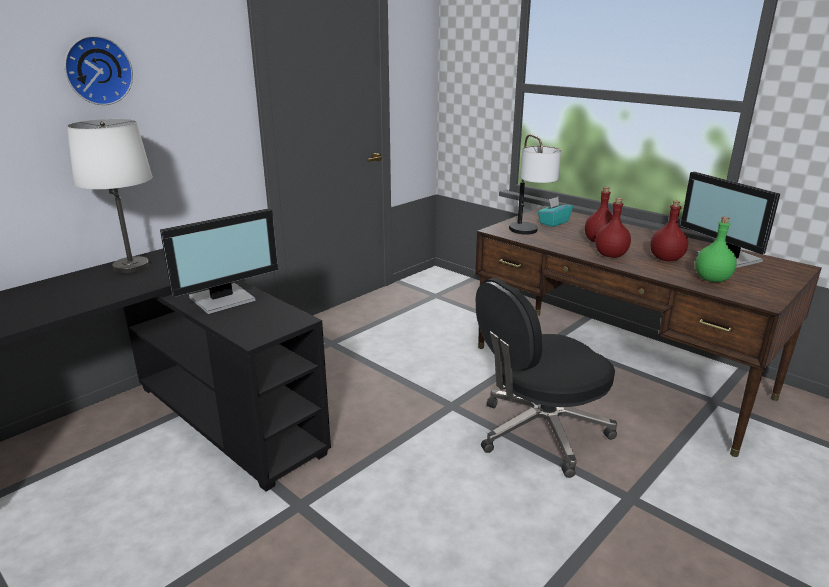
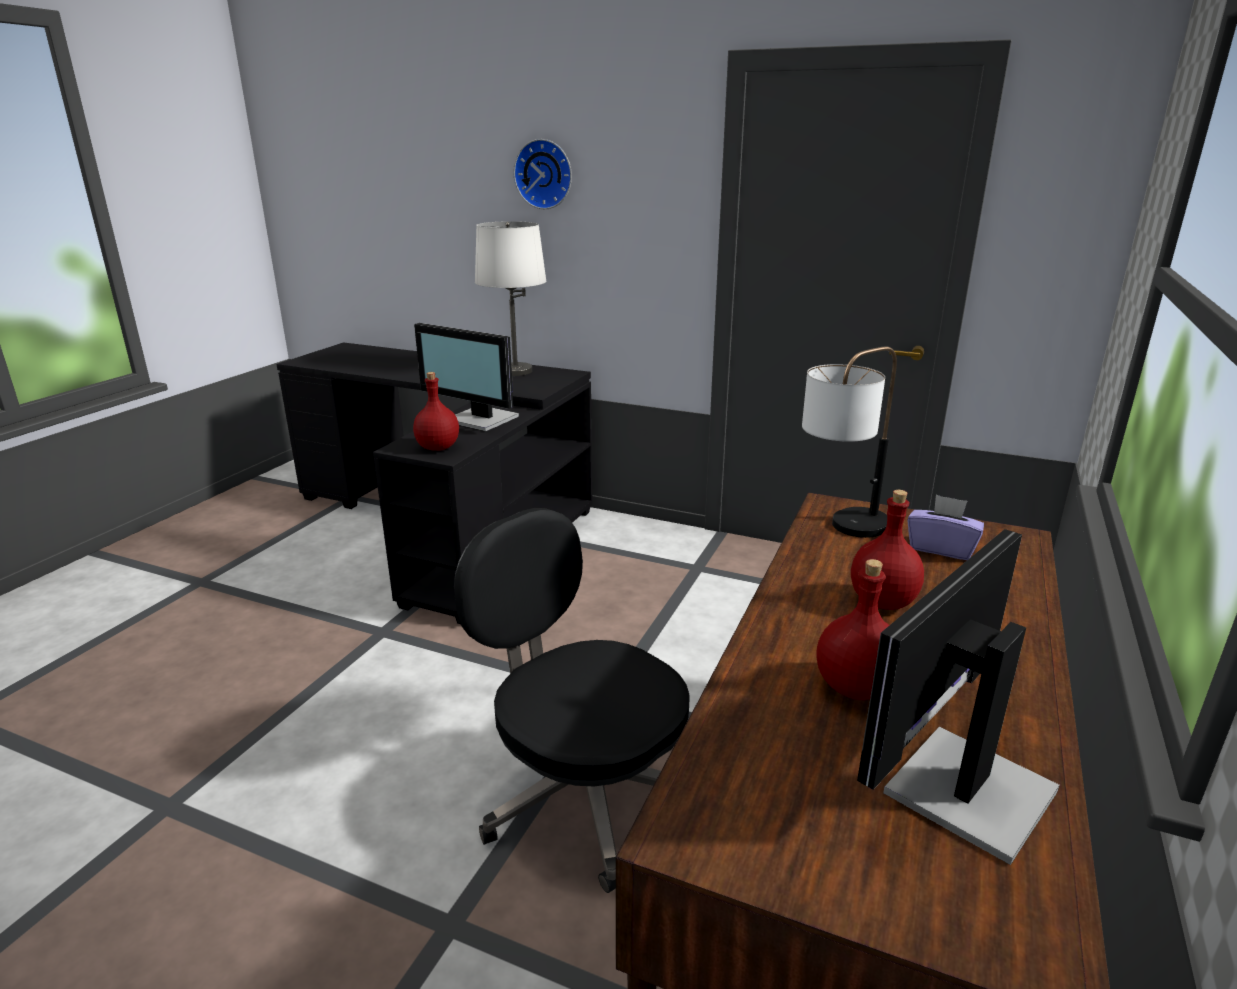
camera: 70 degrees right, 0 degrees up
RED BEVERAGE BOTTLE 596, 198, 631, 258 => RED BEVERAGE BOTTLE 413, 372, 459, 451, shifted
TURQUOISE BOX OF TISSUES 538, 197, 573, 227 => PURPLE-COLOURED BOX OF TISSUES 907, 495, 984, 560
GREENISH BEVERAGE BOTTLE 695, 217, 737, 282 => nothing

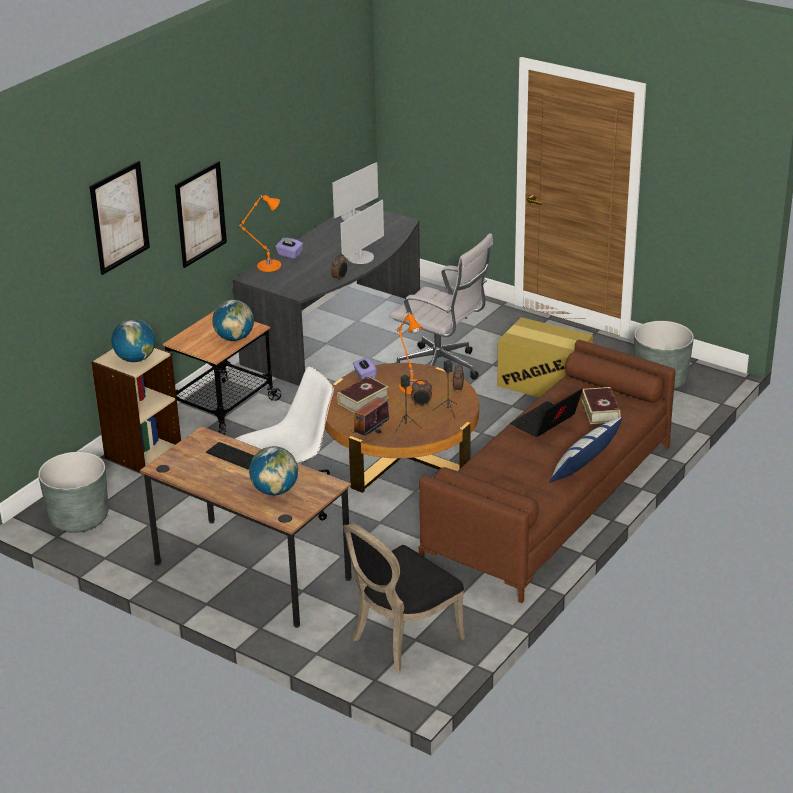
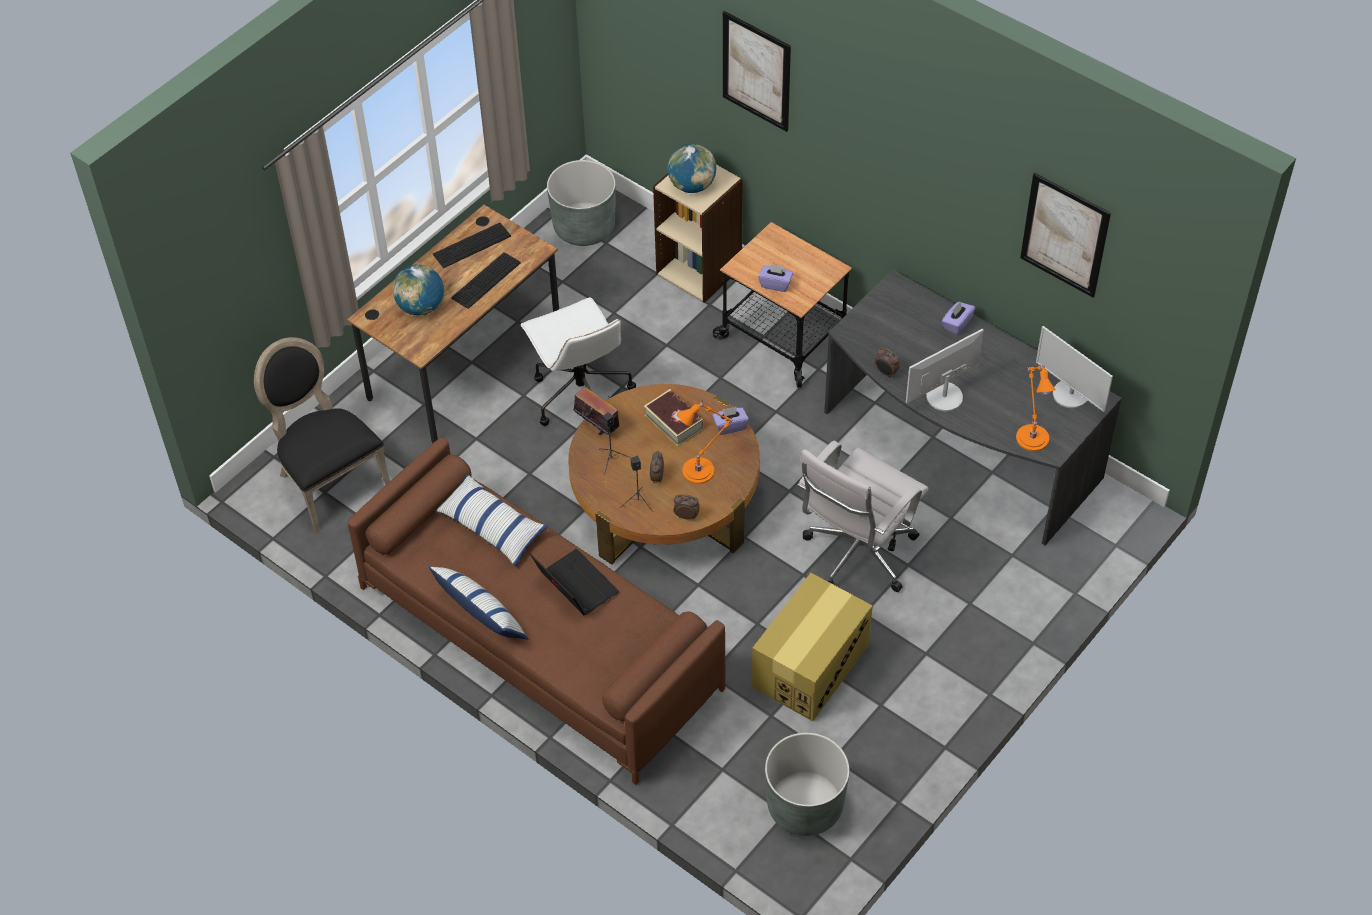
camera: 95 degrees right, 20 degrees up
nothing => COMPUTER KEYBOARD 433, 223, 511, 268
nothing => CUSHION 435, 473, 549, 566
DESK GLOBE 212, 300, 254, 341 => PURPLE-COLOURED BOX OF TISSUES 758, 264, 793, 292
MONITOR 340, 200, 384, 264 => MONITOR 906, 329, 984, 411, 105 degrees clockwise
ORANGEY TABLE LAMP 239, 195, 281, 272 => ORANGEY TABLE LAMP 1016, 364, 1055, 451, shifted
WALL ART 175, 161, 227, 268 => WALL ART 1020, 173, 1111, 297, shifted
BOUND BOOK 581, 387, 620, 424 => nothing

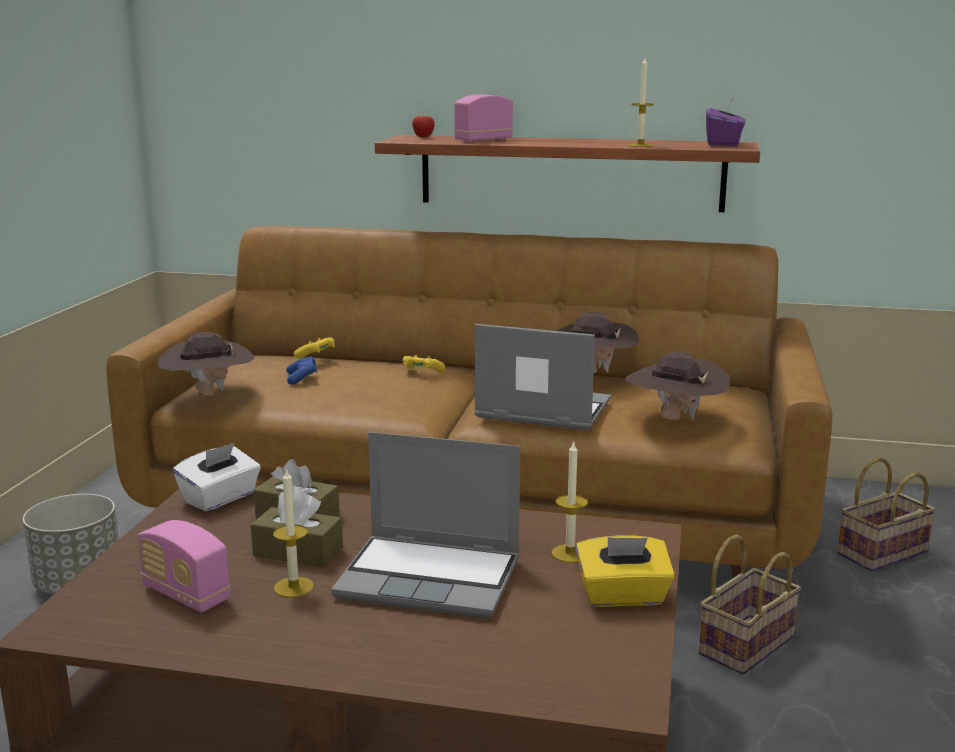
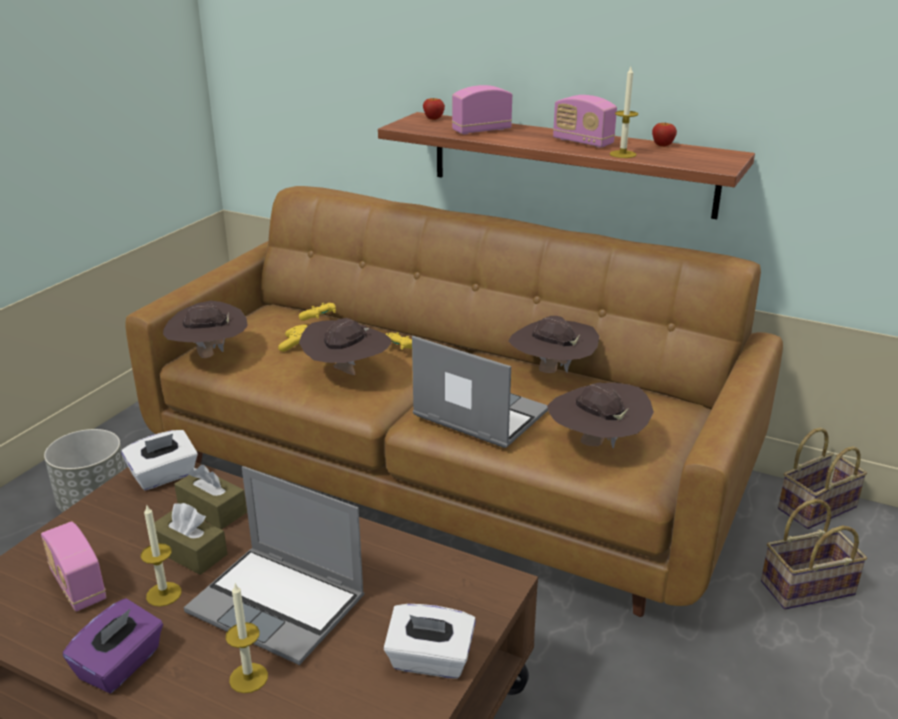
camera: 15 degrees right, 10 degrees up
PURPLE-COLOURED BOX OF TISSUES 706, 97, 745, 146 => PURPLE-COLOURED BOX OF TISSUES 63, 598, 163, 693, shifted
CANDLE 552, 441, 588, 563 => CANDLE 225, 583, 268, 693, shifted
BLUE-COLOURED JOYPAD 287, 357, 317, 385 => YELLOW-COLOURED JOYPAD 278, 325, 308, 352
nothing => BROWN WEARABLE HAT 299, 318, 392, 375
YELLOW-COLOURED BOX OF TISSUES 575, 535, 675, 607 => WHITE BOX OF TISSUES 384, 604, 476, 679
nothing => RADIO SET 553, 95, 617, 148
nothing => APPLE FRUIT 652, 123, 677, 147
STORAGE BASKET 698, 535, 801, 675 => STORAGE BASKET 778, 428, 867, 529, shifted

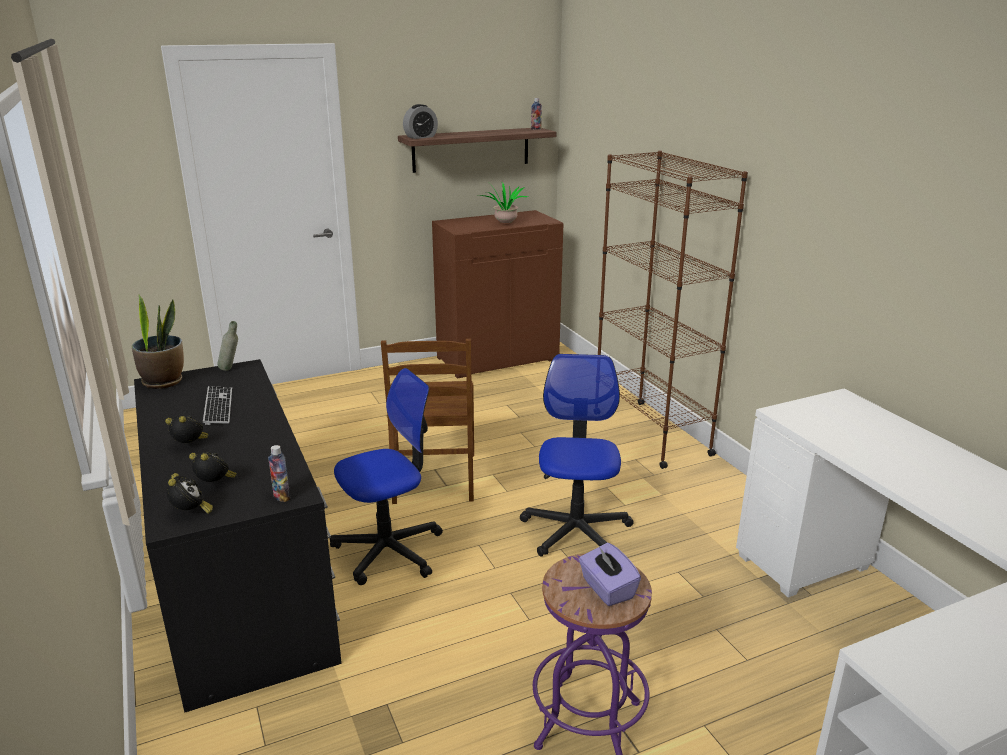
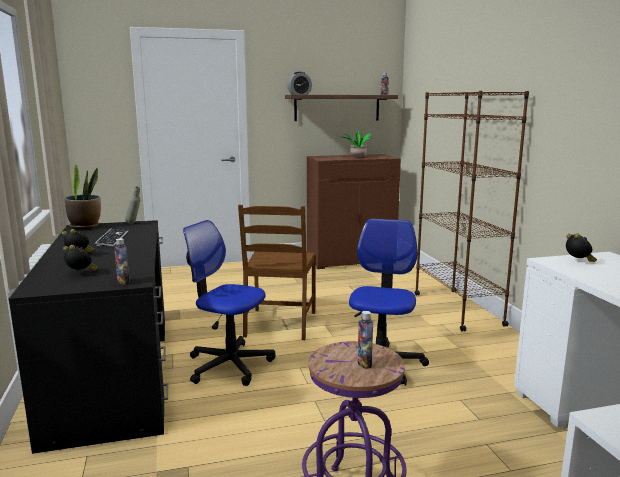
camera: 10 degrees right, 10 degrees down
DESK CHAIR 330, 368, 443, 585 => DESK CHAIR 183, 220, 275, 386, 135 degrees counterclockwise
PURPLE-COLOURED BOX OF TISSUES 579, 542, 641, 606 => BEVERAGE BOTTLE 358, 311, 373, 369
TABLE CLOCK 167, 473, 213, 514 => TABLE CLOCK 566, 233, 597, 262, shifted

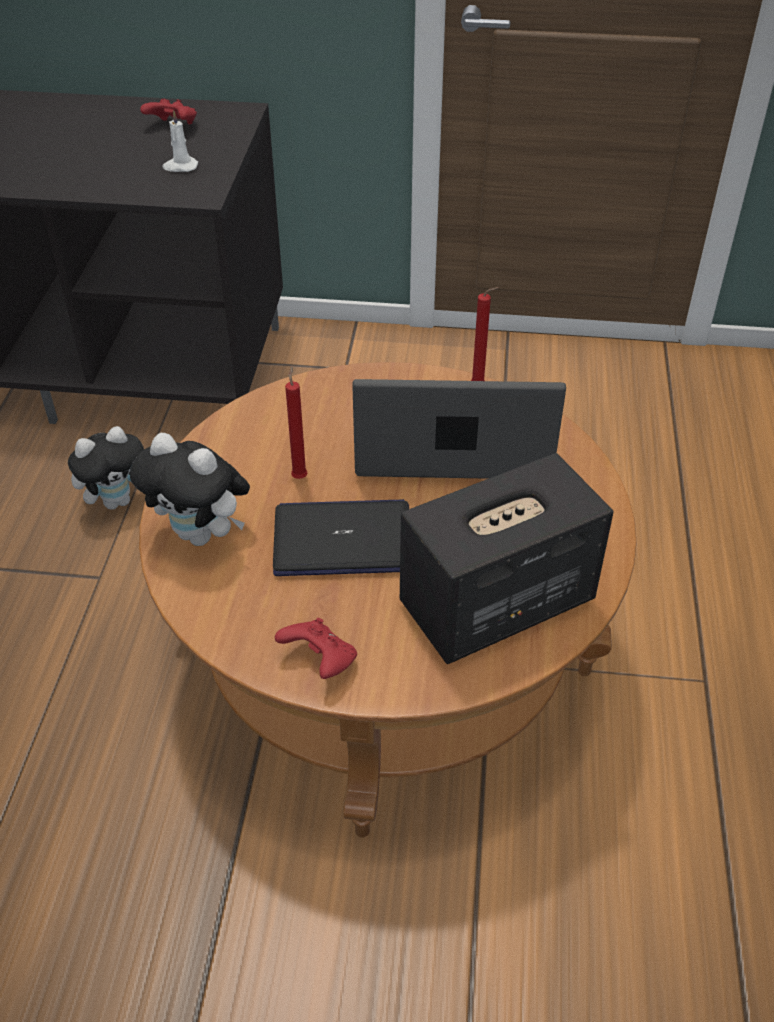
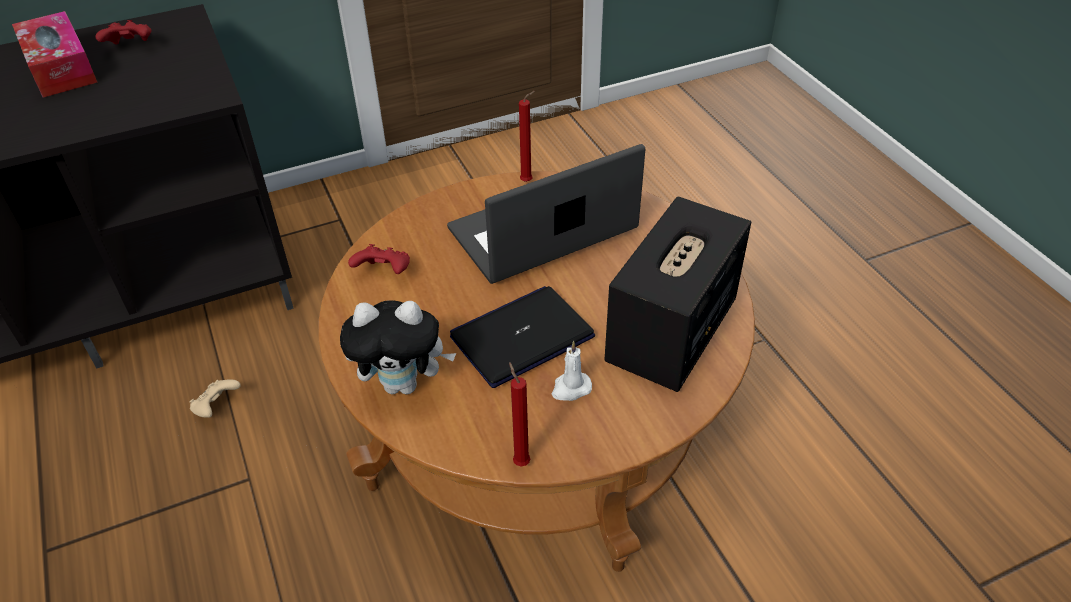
camera: 30 degrees left, 0 degrees up
nothing => BOX OF TISSUES 12, 11, 98, 97
SOFT TOY 68, 426, 144, 510 => BEIGE-COLOURED JOYPAD 190, 379, 241, 418
RED JOYPAD 275, 618, 357, 679 => RED JOYPAD 348, 244, 410, 274, shifted
RED CANDLE 285, 365, 308, 479 => RED CANDLE 509, 362, 531, 466, shifted
WHITE CANDLE 162, 111, 198, 172 => WHITE CANDLE 552, 341, 592, 401, shifted

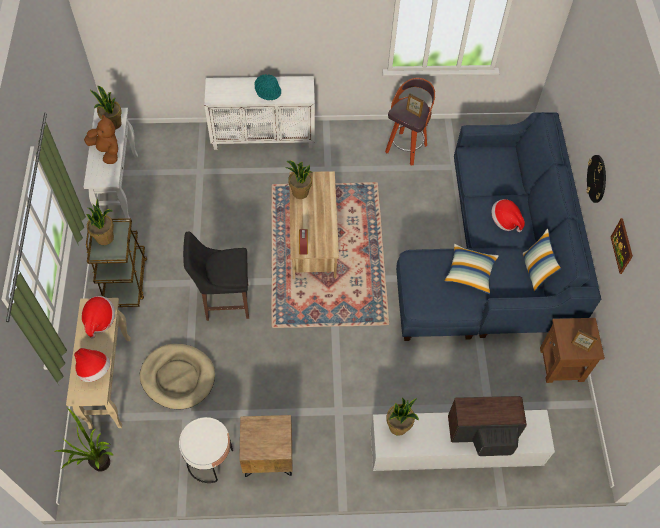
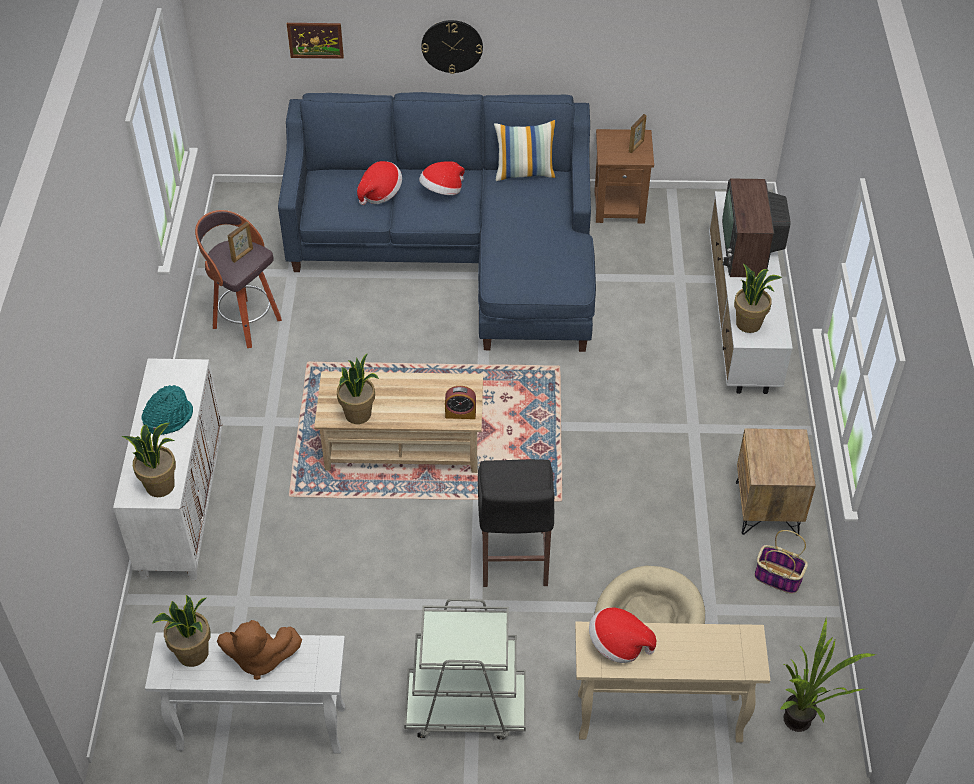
camera: 85 degrees left, 10 degrees down
PLANT IN A POT 86, 199, 114, 245 => PLANT IN A POT 122, 423, 176, 497, shifted
BROWN SOFT TOY 84, 115, 118, 164 => BROWN SOFT TOY 217, 620, 302, 680, 135 degrees counterclockwise
WALL ART 610, 218, 633, 274 => WALL ART 287, 23, 344, 59, shifted
WEARABLE HAT 74, 348, 110, 382 => WEARABLE HAT 357, 161, 402, 205, shifted
BROWN TROLLEY 86, 218, 148, 307 => GREY TROLLEY 404, 598, 526, 740
WHITE SIDE TABLE 179, 417, 233, 483 => STORAGE BASKET 755, 530, 808, 594
CUSHION 444, 244, 499, 294 => nothing

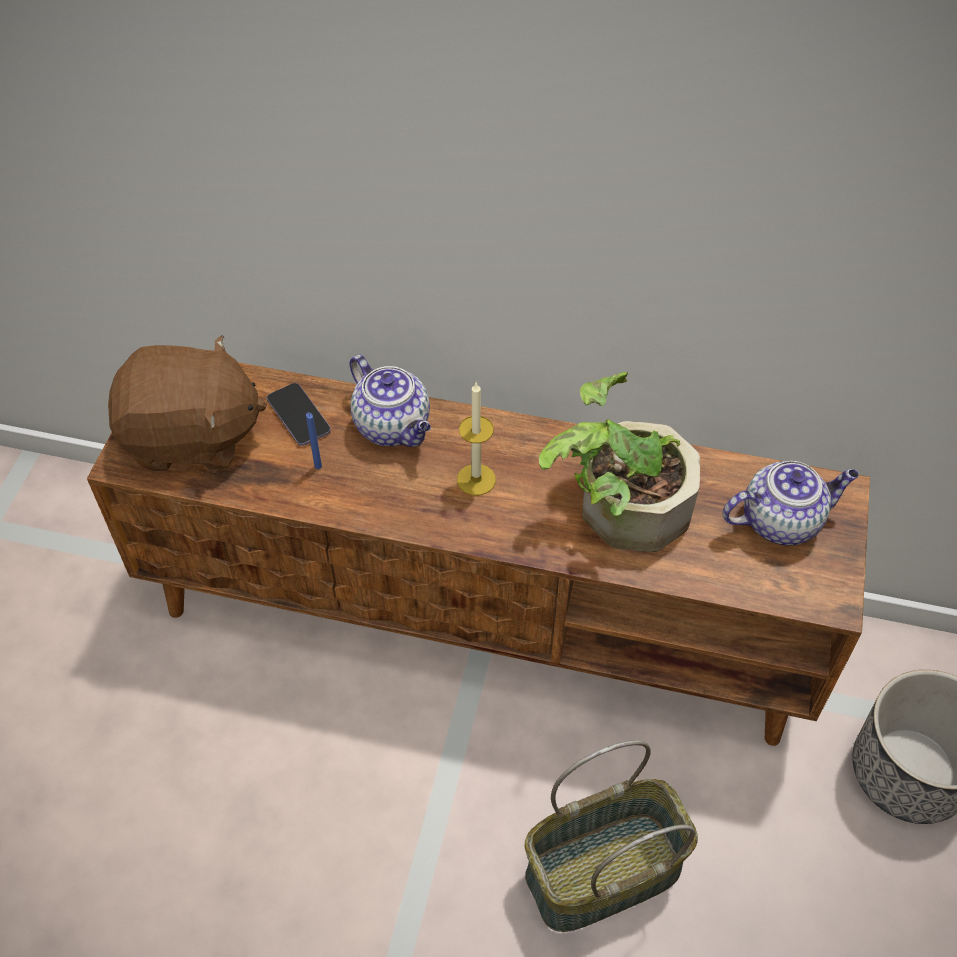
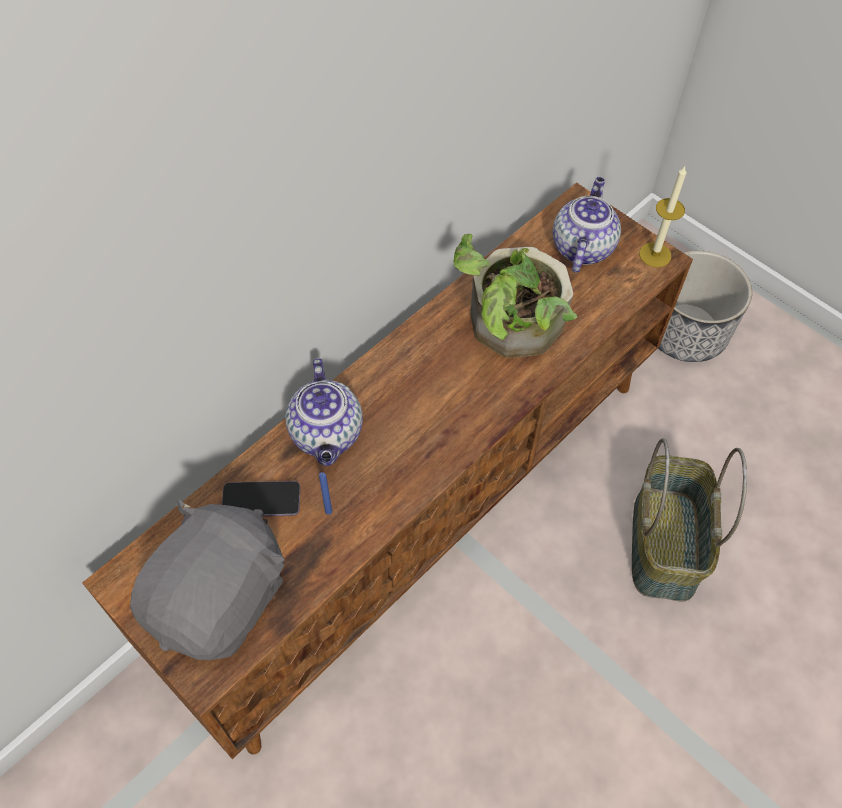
camera: 60 degrees left, 5 degrees up
BROWN SOFT TOY 108, 335, 267, 471 => GREY SOFT TOY 130, 499, 284, 660
TEA POT 349, 355, 431, 447 => TEA POT 285, 358, 363, 466, 90 degrees clockwise
CANDLE 457, 383, 496, 495 => CANDLE 639, 166, 686, 267, shifted

